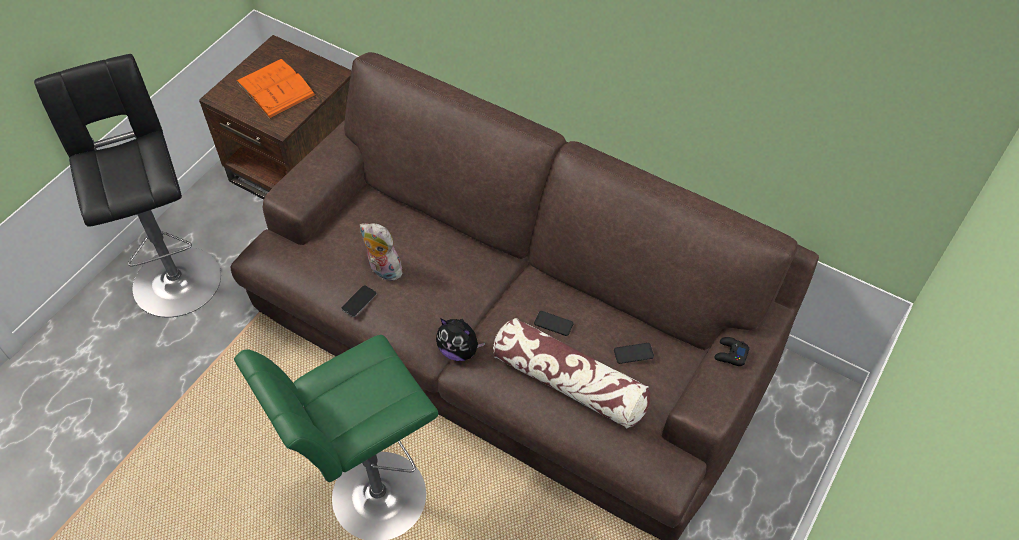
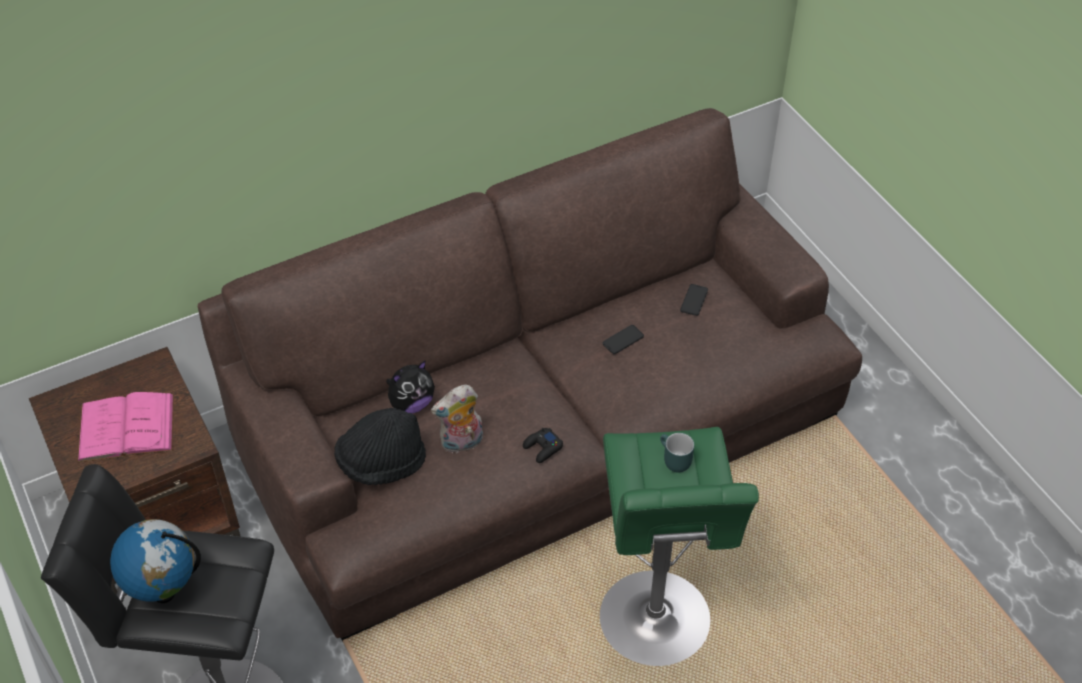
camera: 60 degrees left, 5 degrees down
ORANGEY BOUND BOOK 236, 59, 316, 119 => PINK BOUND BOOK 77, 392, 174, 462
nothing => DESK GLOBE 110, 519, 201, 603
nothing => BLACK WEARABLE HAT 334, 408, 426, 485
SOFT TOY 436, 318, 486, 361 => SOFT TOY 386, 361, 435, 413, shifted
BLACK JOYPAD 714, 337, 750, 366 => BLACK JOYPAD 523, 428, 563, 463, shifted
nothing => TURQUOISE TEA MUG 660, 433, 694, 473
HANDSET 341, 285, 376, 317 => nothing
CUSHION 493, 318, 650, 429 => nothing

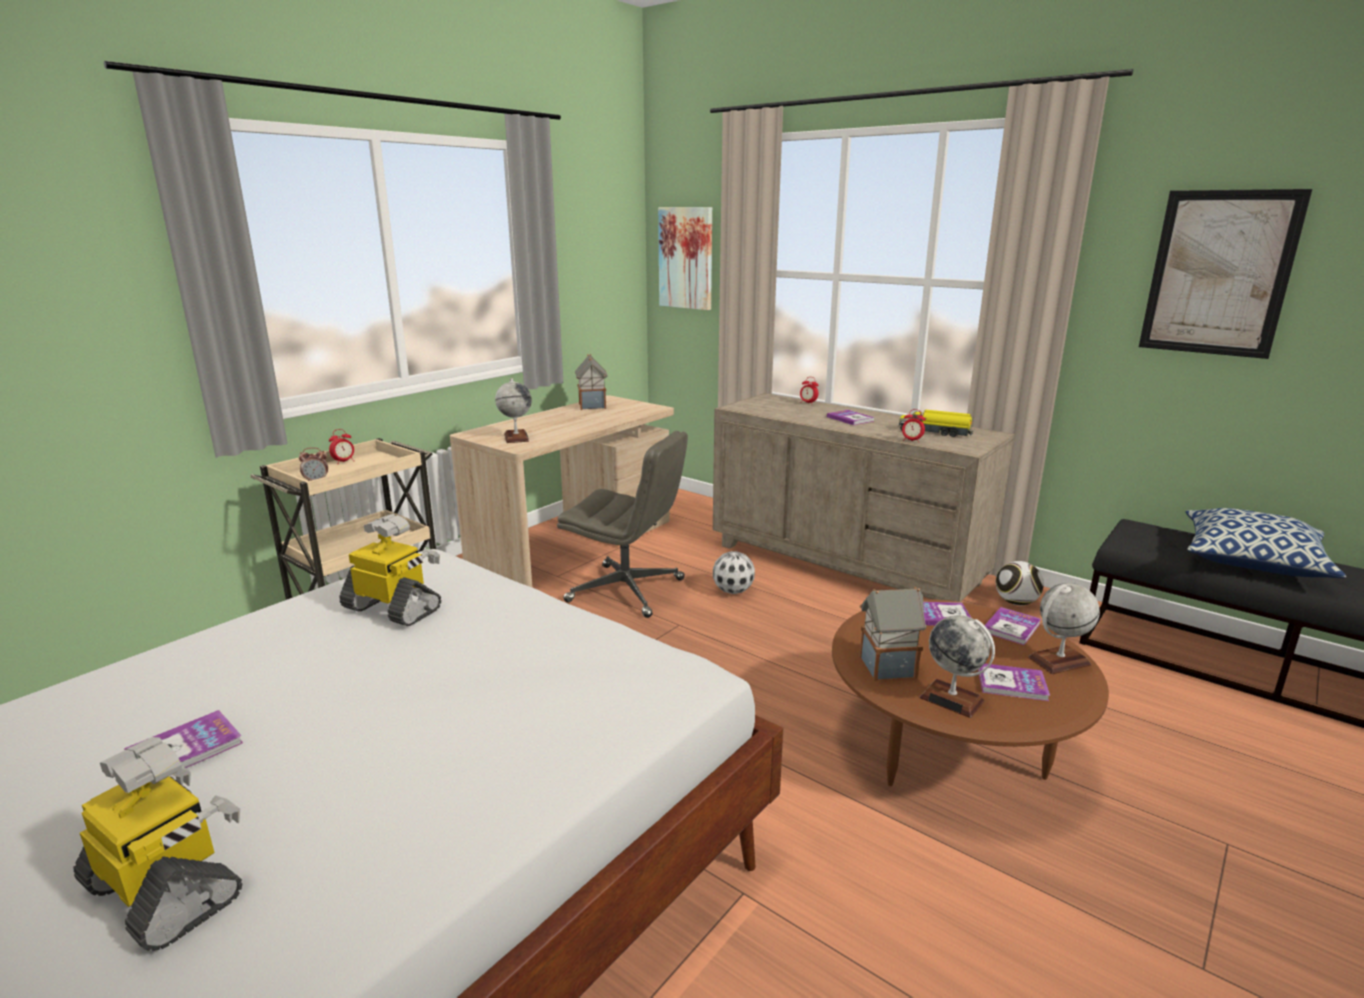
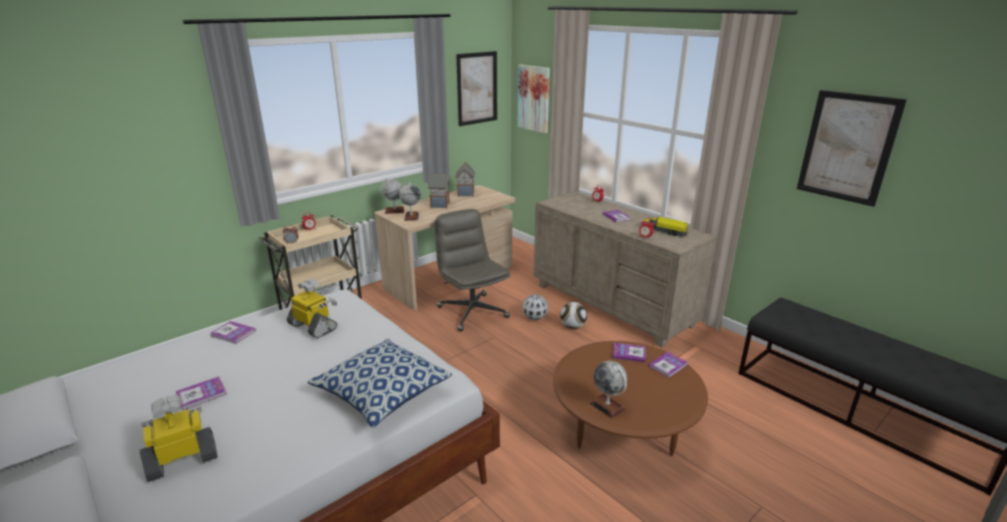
camera: 10 degrees right, 5 degrees up
TOY ROBOT 73, 737, 243, 951 => TOY ROBOT 140, 395, 218, 482, 75 degrees counterclockwise
BOUND BOOK 978, 663, 1050, 701 => BOUND BOOK 210, 321, 256, 344, shifted
CUSHION 1185, 508, 1346, 578 => CUSHION 307, 339, 452, 428, shifted
DESK GLOBE 1028, 583, 1100, 674 => DESK GLOBE 380, 178, 404, 214, shifted
MINIATURE HOUSE 859, 587, 927, 681 => MINIATURE HOUSE 428, 173, 450, 208, shifted
GREY DESK CHAIR 557, 431, 688, 618 => GREY DESK CHAIR 435, 209, 510, 331, 150 degrees counterclockwise
nothing => WALL ART 456, 51, 497, 126
BALL FOR FOOTBALL 996, 561, 1044, 605 => BALL FOR FOOTBALL 560, 302, 587, 329, shifted

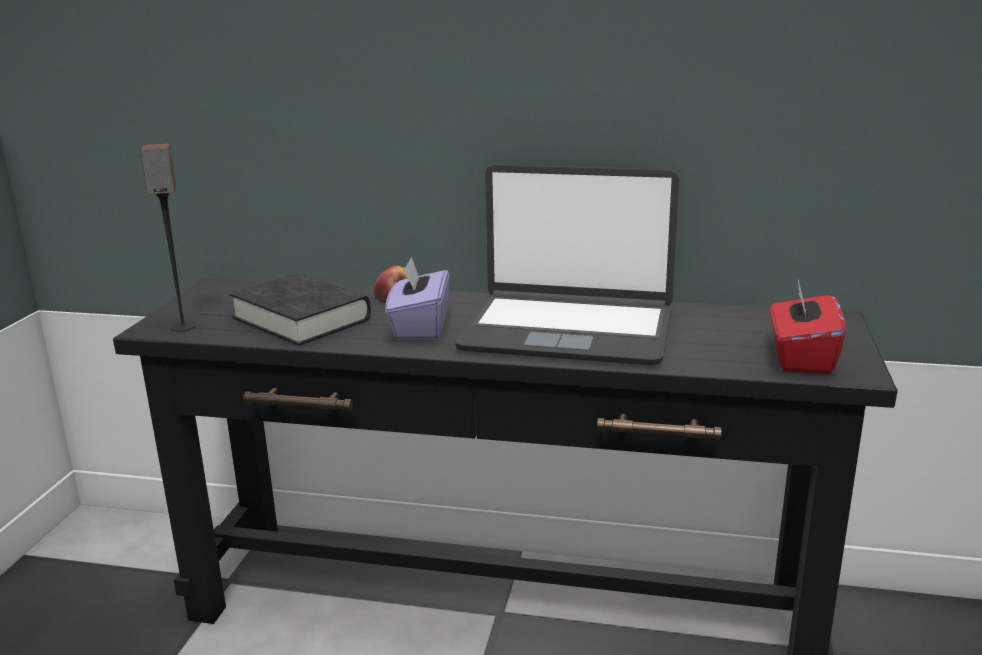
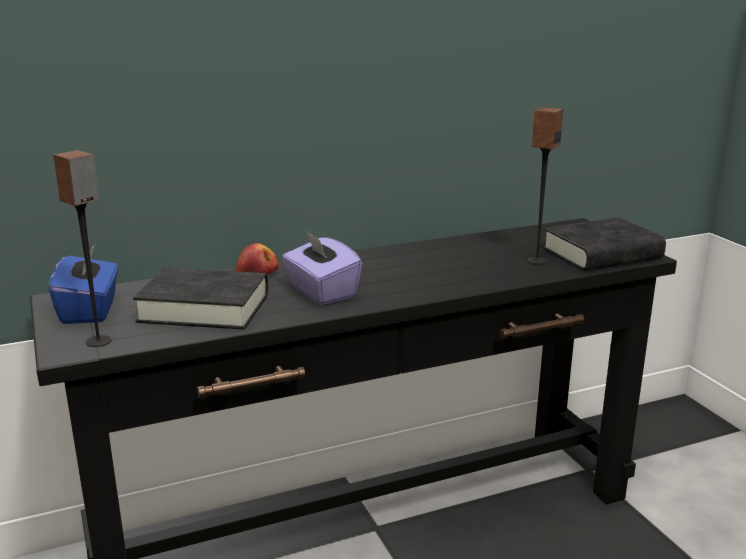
camera: 35 degrees left, 0 degrees up
nothing => BLUE-COLOURED BOX OF TISSUES 49, 243, 118, 324
nothing => AUDIO SPEAKER 527, 107, 563, 265
RED BOX OF TISSUES 770, 280, 845, 374 => BLACK BOUND BOOK 543, 217, 666, 271
NOTEBOOK COMPUTER 455, 164, 679, 366 => nothing

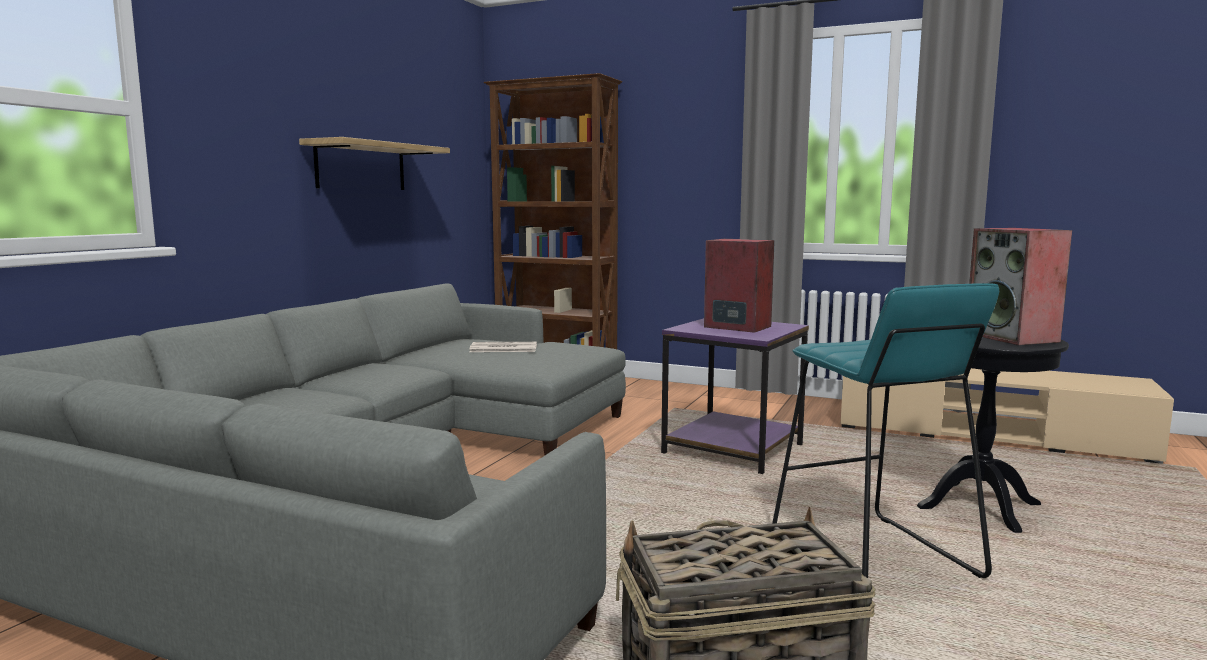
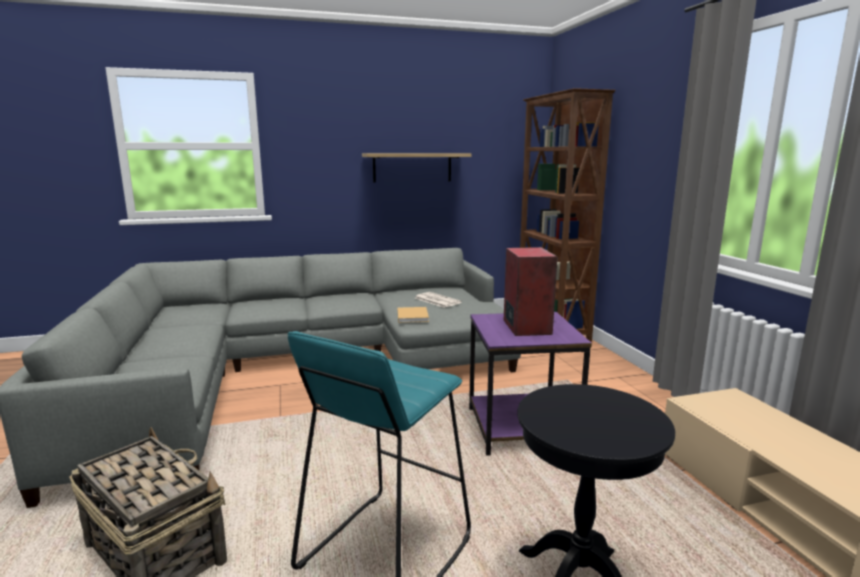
camera: 50 degrees right, 5 degrees up
nothing => BEIGE-COLOURED BOUND BOOK 397, 307, 429, 323
AUDIO SPEAKER 969, 228, 1072, 345 => nothing

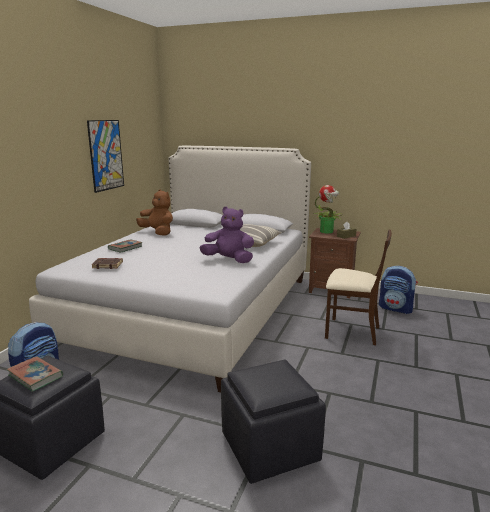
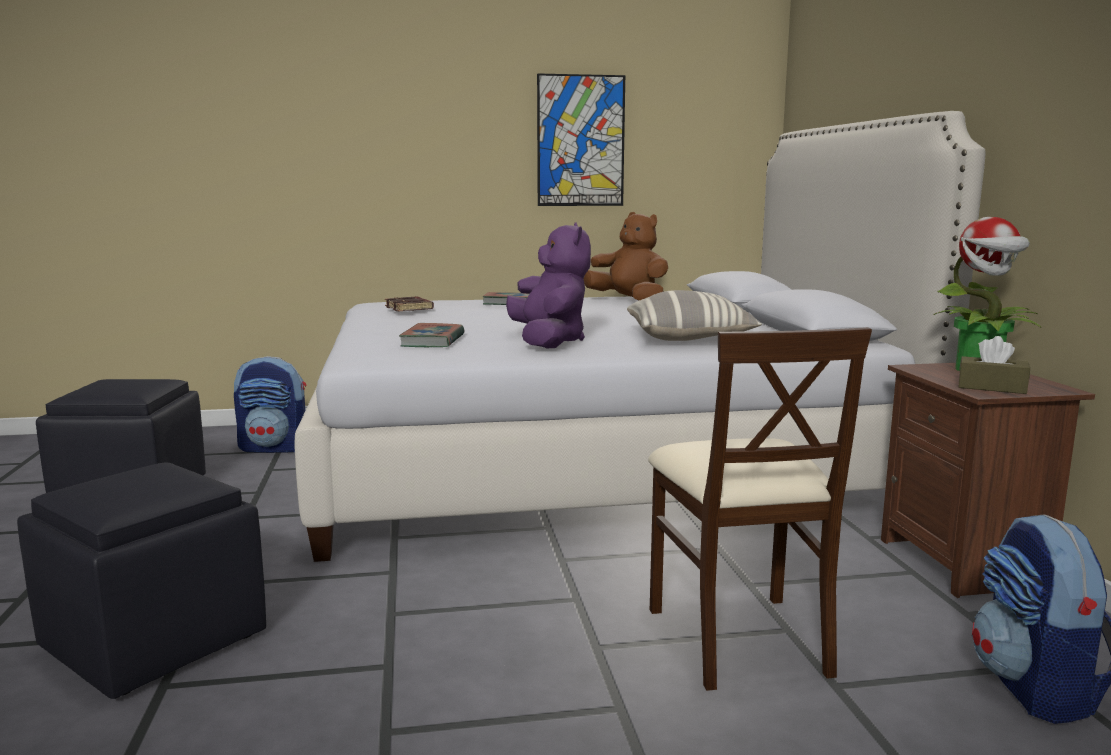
camera: 60 degrees right, 5 degrees down
BOUND BOOK 7, 356, 63, 392 => BOUND BOOK 399, 323, 464, 347, shifted
BROWN SOFT TOY 136, 189, 173, 236 => BROWN SOFT TOY 584, 212, 668, 300, 60 degrees counterclockwise

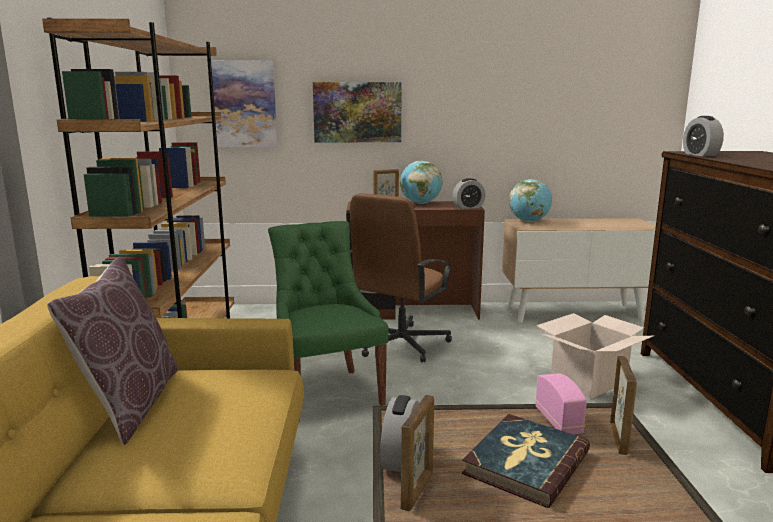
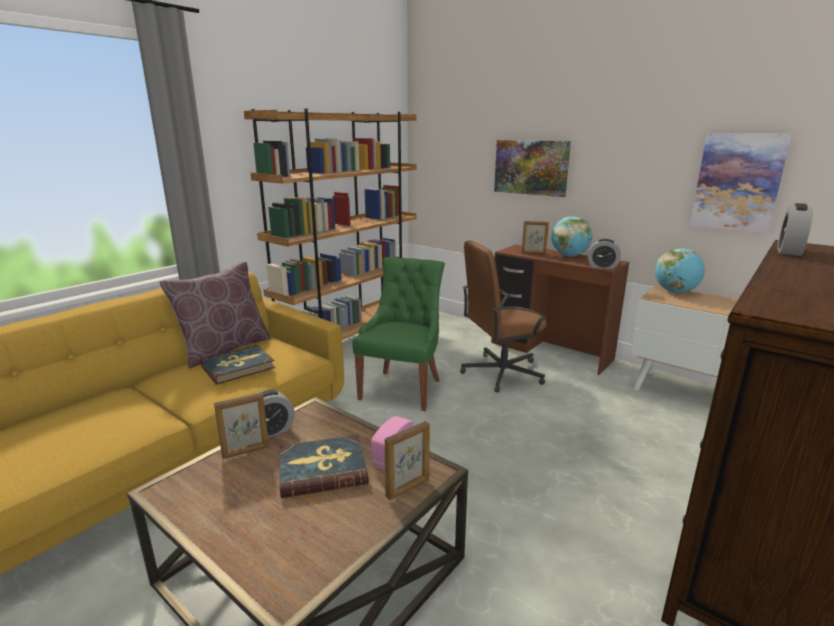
camera: 40 degrees right, 5 degrees up
nothing => BOUND BOOK 200, 345, 275, 385
WALL ART 211, 60, 277, 147 => WALL ART 690, 133, 792, 233, shifted
CARTON 536, 313, 653, 399 => nothing

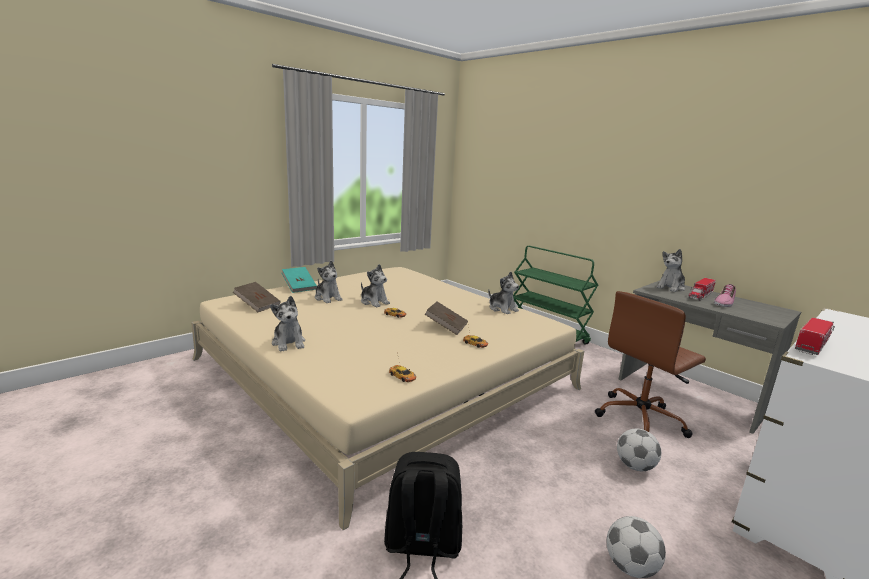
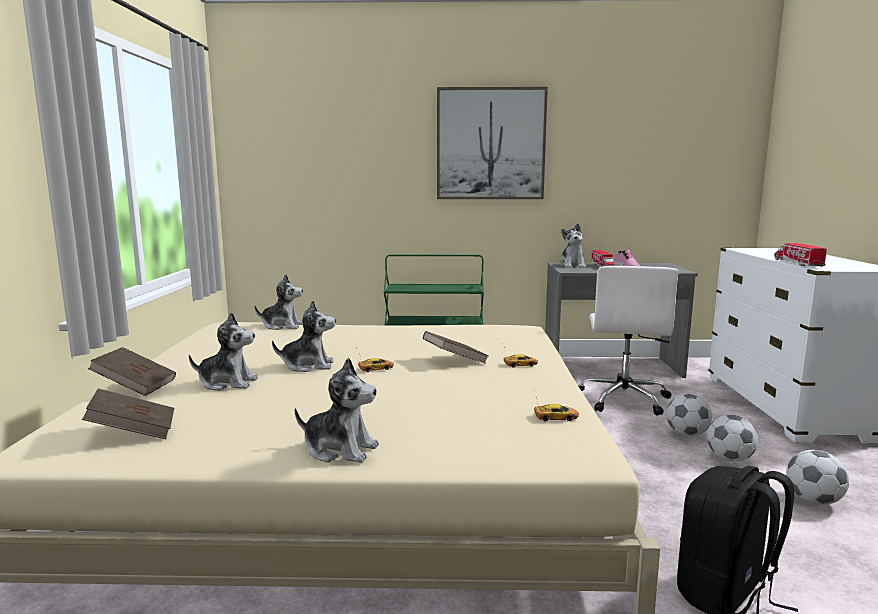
camera: 45 degrees left, 5 degrees down
TURQUOISE BOUND BOOK 282, 267, 317, 293 => BROWN BOUND BOOK 88, 347, 176, 396
SOFT TOY 488, 272, 519, 315 => SOFT TOY 254, 274, 303, 330, shifted
nothing => WALL ART 437, 87, 548, 199
BROWN DESK CHAIR 595, 291, 706, 438 => WHITE DESK CHAIR 578, 266, 679, 415
nothing => BALL FOR FOOTBALL 707, 414, 758, 462

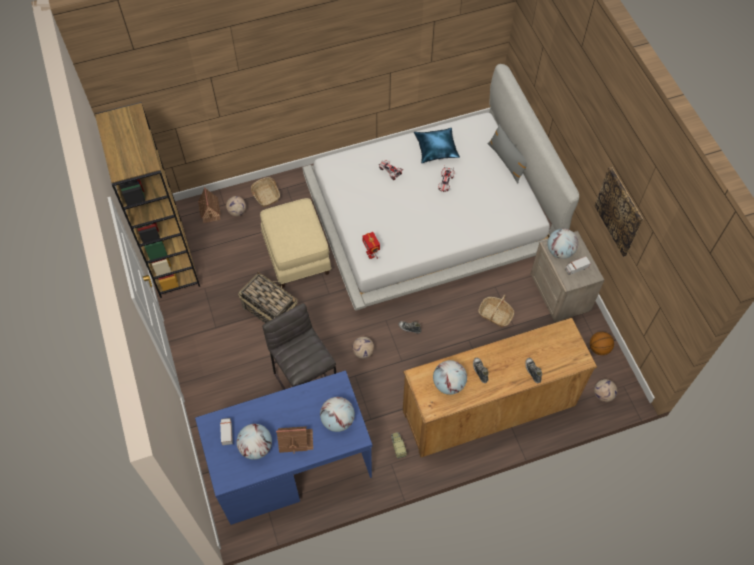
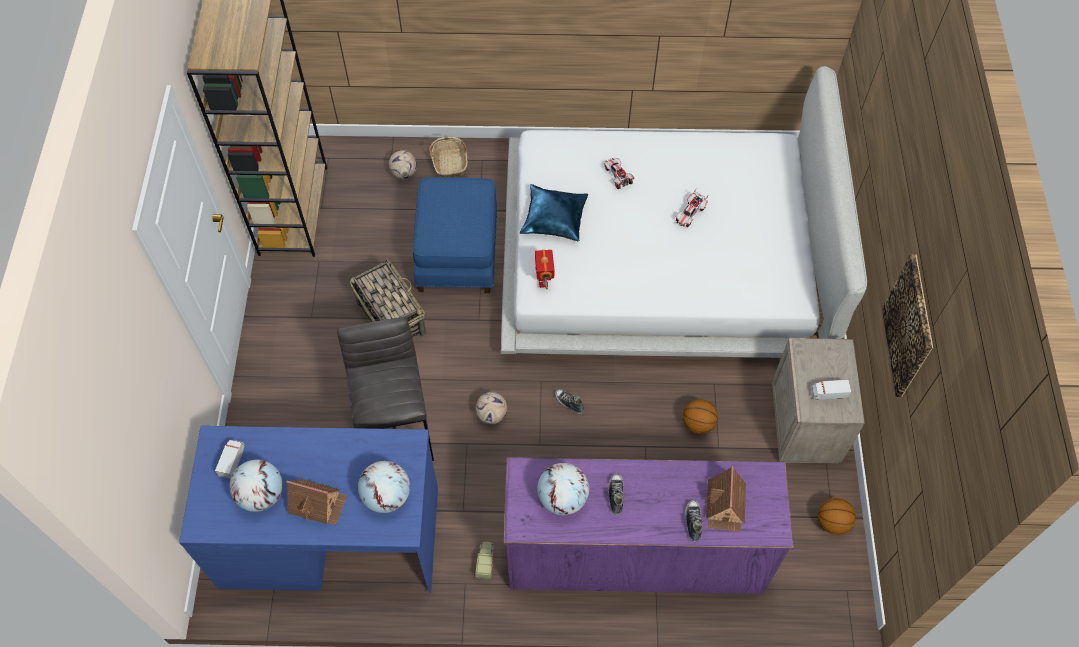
camera: 20 degrees right, 0 degrees up
BEIGE-COLOURED POUFFE 260, 198, 331, 288 => BLUE-COLOURED POUFFE 413, 177, 497, 293
BROWN CHEST OF DRAWERS 403, 318, 597, 457 => PURPLE-COLOURED CHEST OF DRAWERS 504, 457, 794, 594
BLUE-COLOURED CUSHION 414, 128, 460, 163 => BLUE-COLOURED CUSHION 520, 184, 588, 241, shifted
STORAGE BASKET 478, 294, 514, 327 => BALL FOR BASKETBALL 683, 399, 718, 434
MINIATURE HOUSE 198, 187, 221, 223 => MINIATURE HOUSE 705, 466, 746, 532, shifted
GREY CUSHION 488, 124, 527, 183 => nothing
DESK GLOBE 547, 228, 578, 259 => nothing
BALL FOR FOOTBALL 594, 379, 617, 402 => nothing

